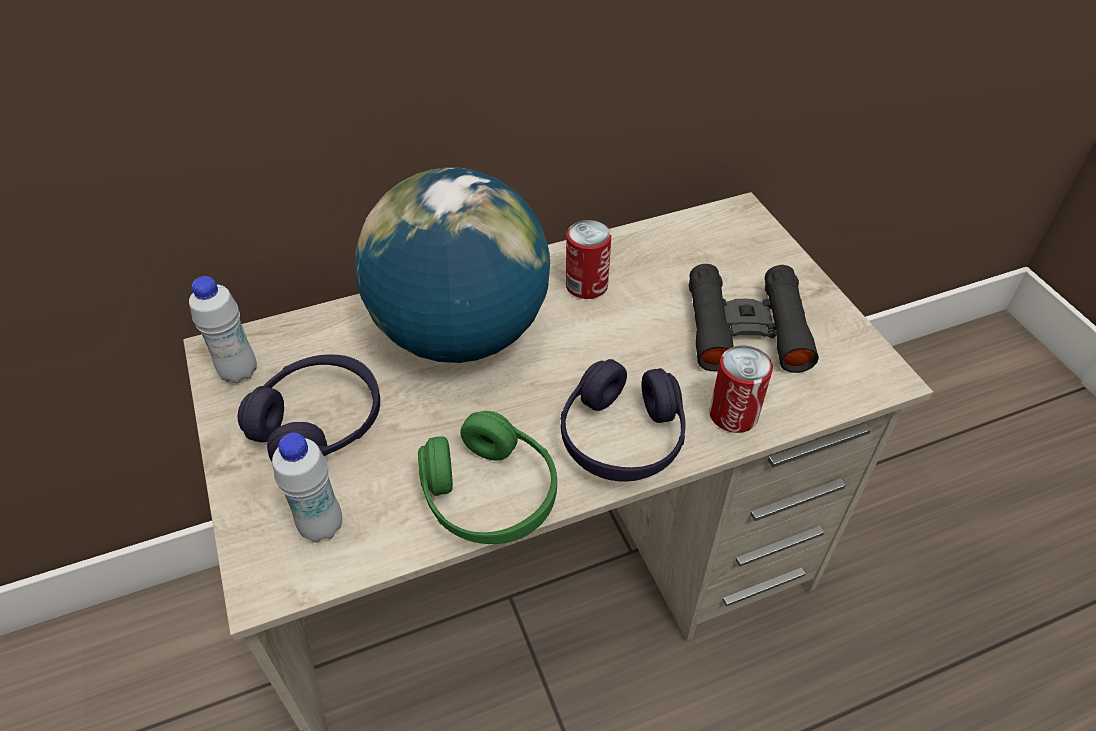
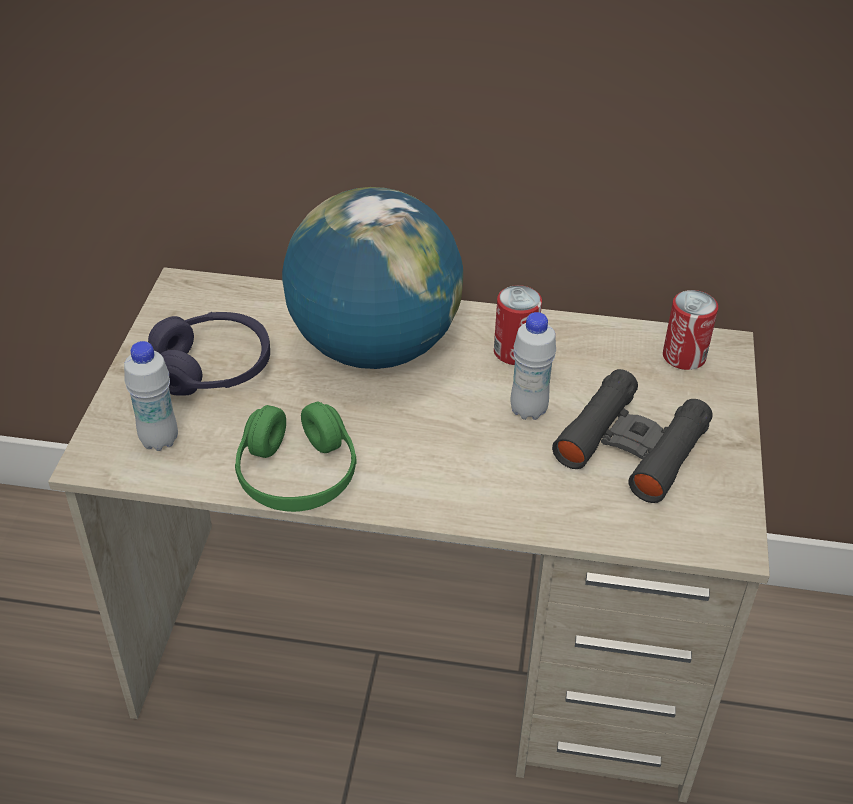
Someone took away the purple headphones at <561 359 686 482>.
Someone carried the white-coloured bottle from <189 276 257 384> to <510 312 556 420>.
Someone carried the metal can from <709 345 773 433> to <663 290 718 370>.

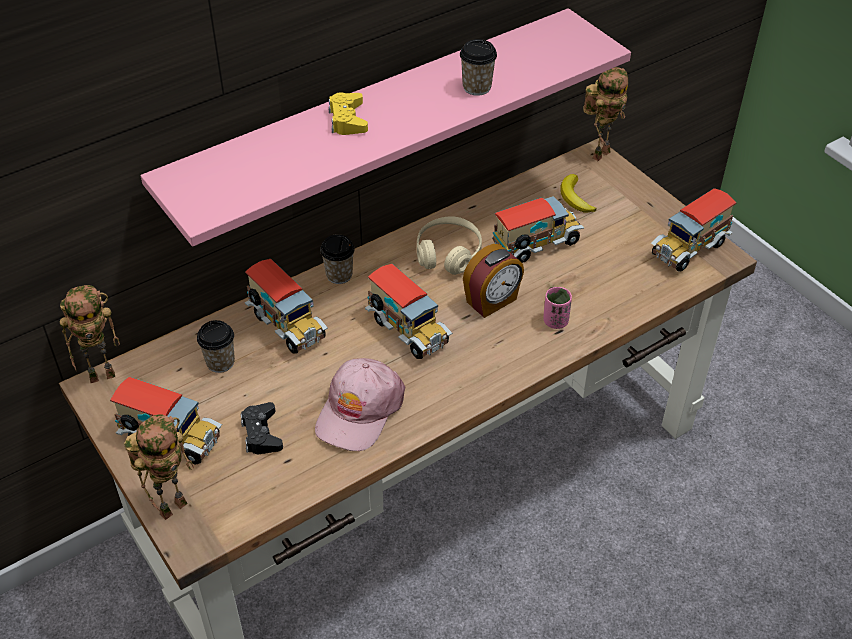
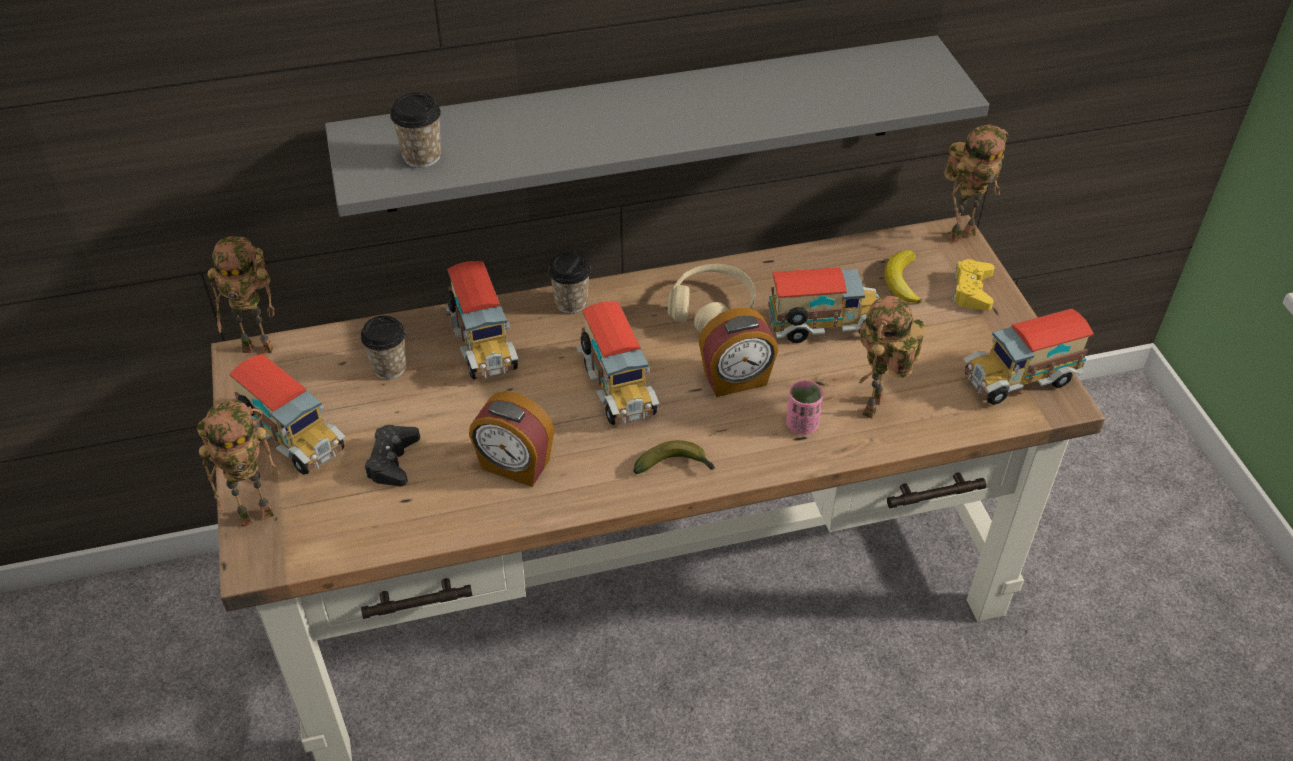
Someone put down the banana fruit at <633 440 715 474>.
Someone put down the model robot at <859 296 926 419>.
Someone carried the yellow-coloured joypad from <329 92 368 135> to <952 259 995 310>.
Someone carried the drinking cup from <460 39 497 96> to <390 93 441 168>.
Someone swapped the pink peaked cap at <315 358 406 451> for the table clock at <469 391 555 487>.
Someone repainted the pink shelf at <140 8 631 247>, which became the gray shelf at <325 35 989 217>.

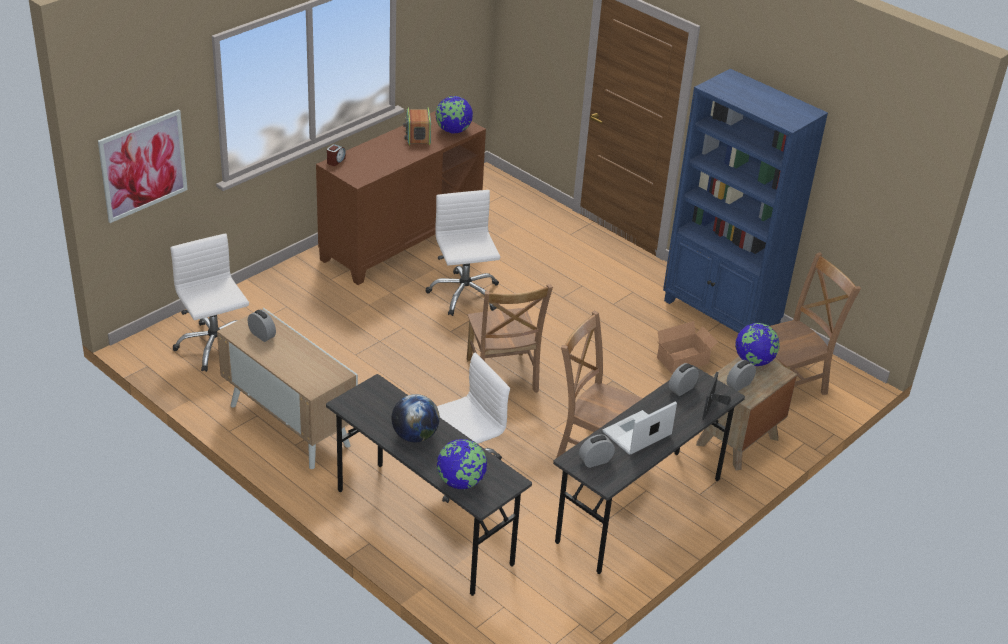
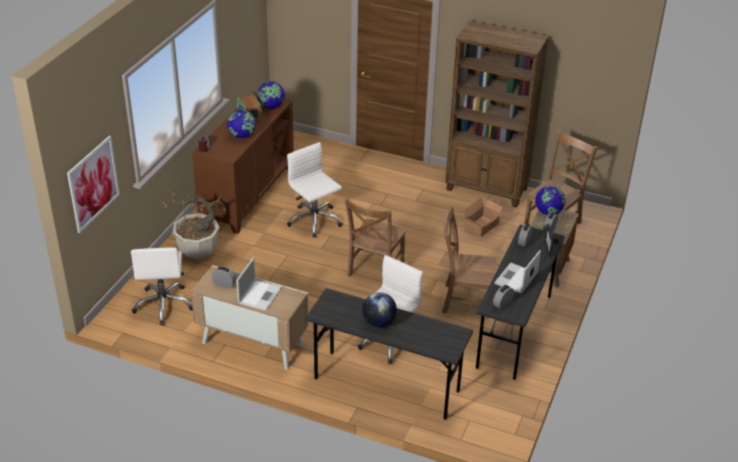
Someone put down the potted plant at <161 189 225 260>.
Someone put down the portable computer at <236 258 282 311>.
Someone carried the globe from <437 439 487 489> to <227 110 256 138>.
Someone repainted the blue bookshelf at <663 69 828 333>, which became the brownish bookshelf at <445 20 549 207>.
Someone rotated the white-coloured office chair at <170 233 249 372> by 135 degrees counterclockwise.
Someone rotated the brownish chair at <467 284 553 393> by 60 degrees clockwise.

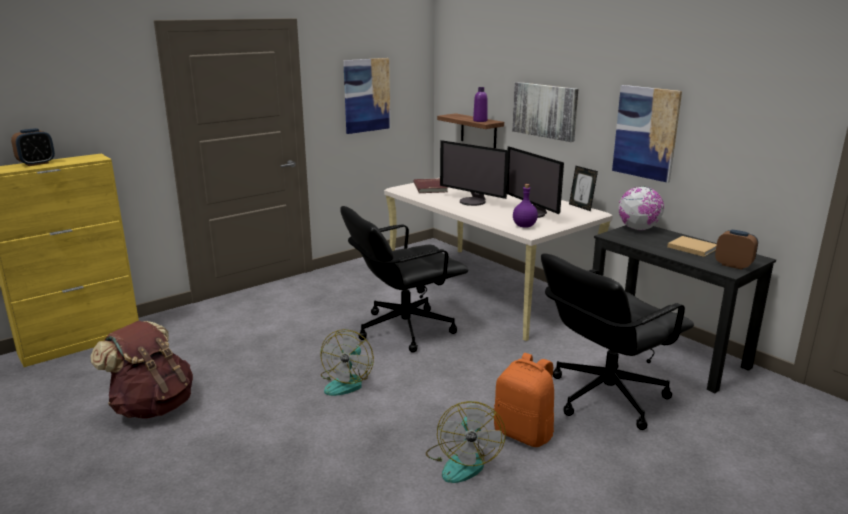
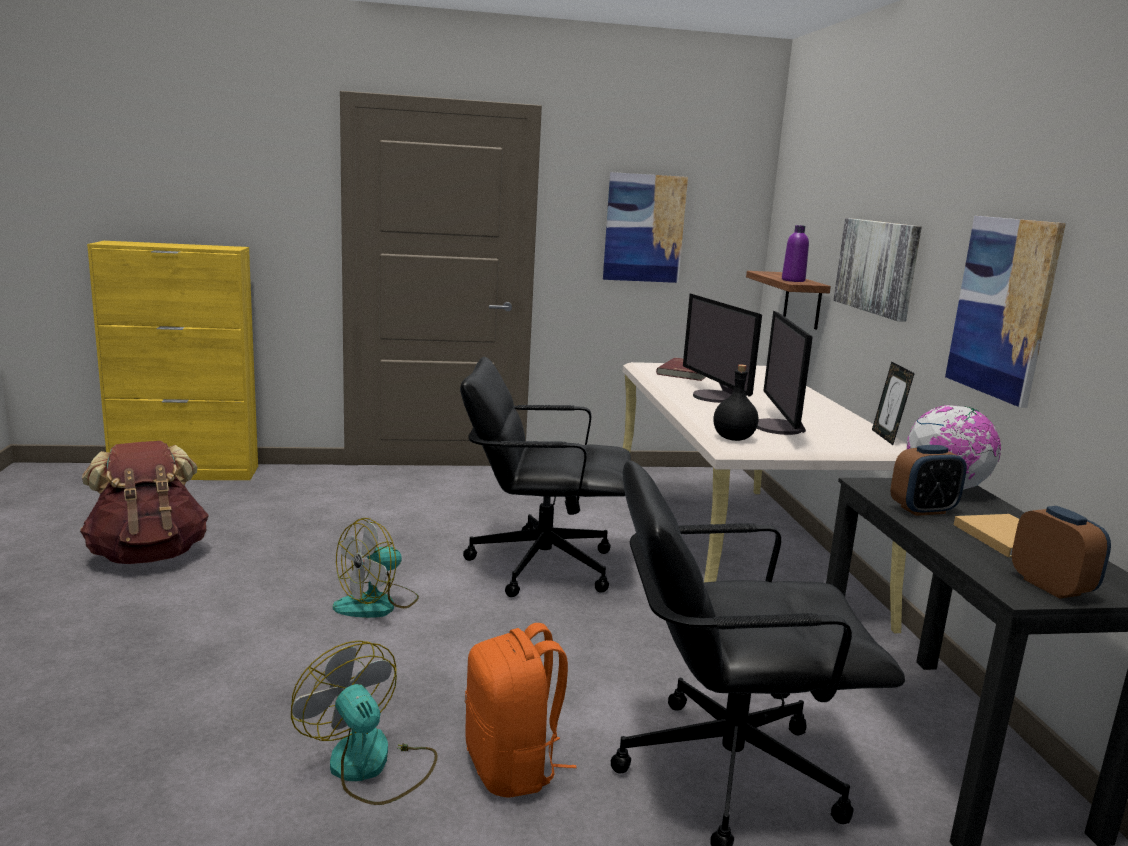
Someone carried the table clock from <11 128 55 166> to <890 445 967 516>.
Someone repainted the purple bottle at <513 184 538 228>, which became the black-coloured bottle at <714 364 758 441>.
Someone rotated the fan at <426 401 506 483> by 105 degrees clockwise.

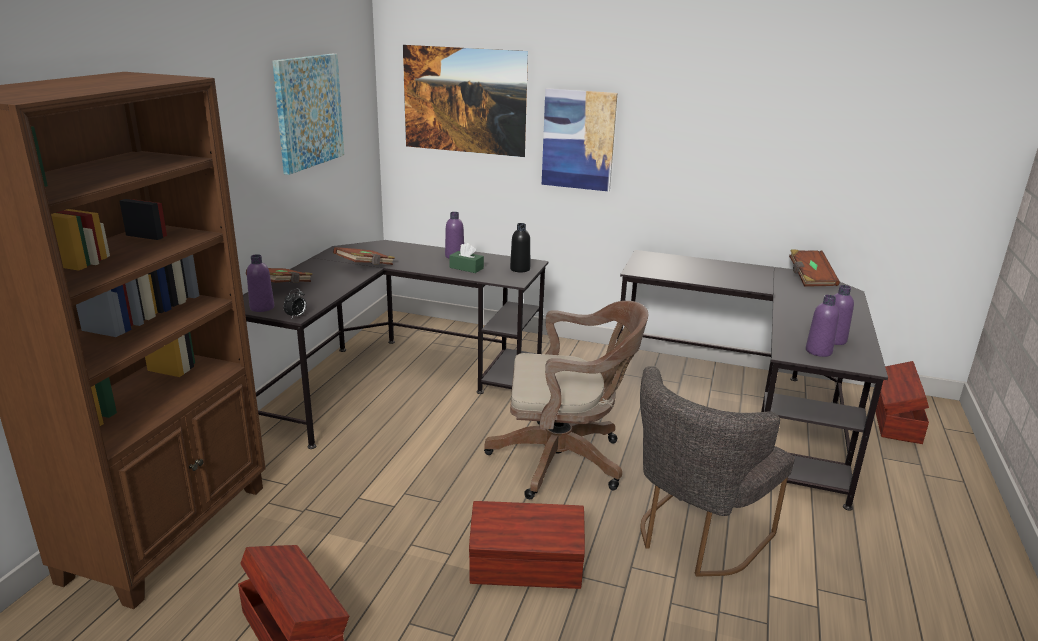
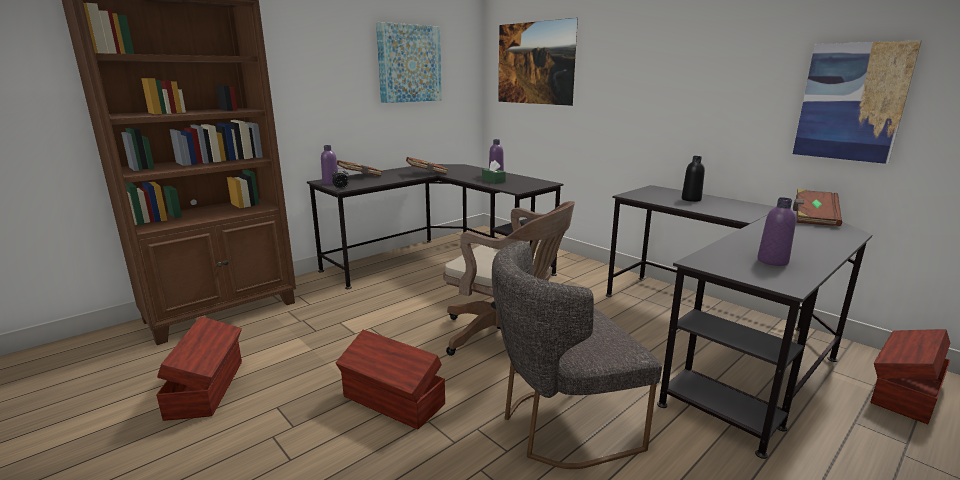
Someone took away the purple bottle at <806 295 839 357>.
Someone carried the black-coloured bottle from <510 223 530 272> to <682 156 705 202>.
Someone carried the wall picture from <542 88 617 192> to <793 40 922 164>.

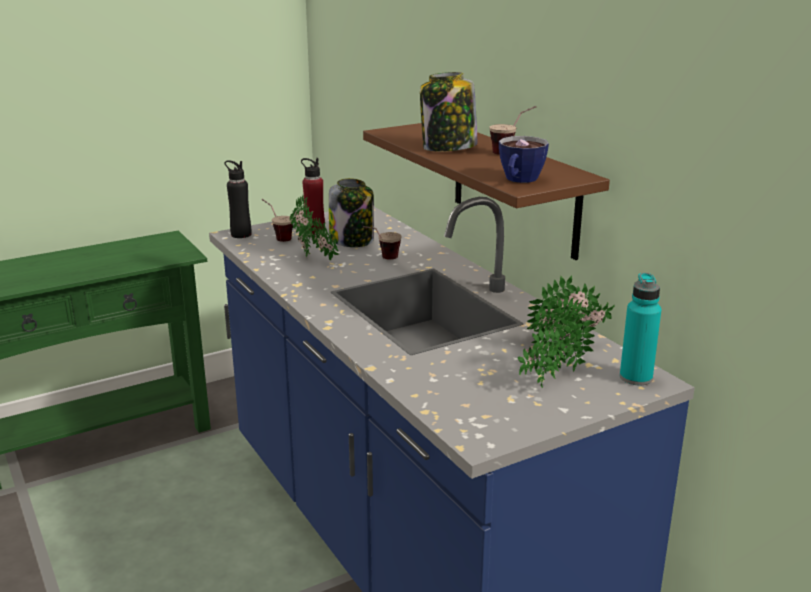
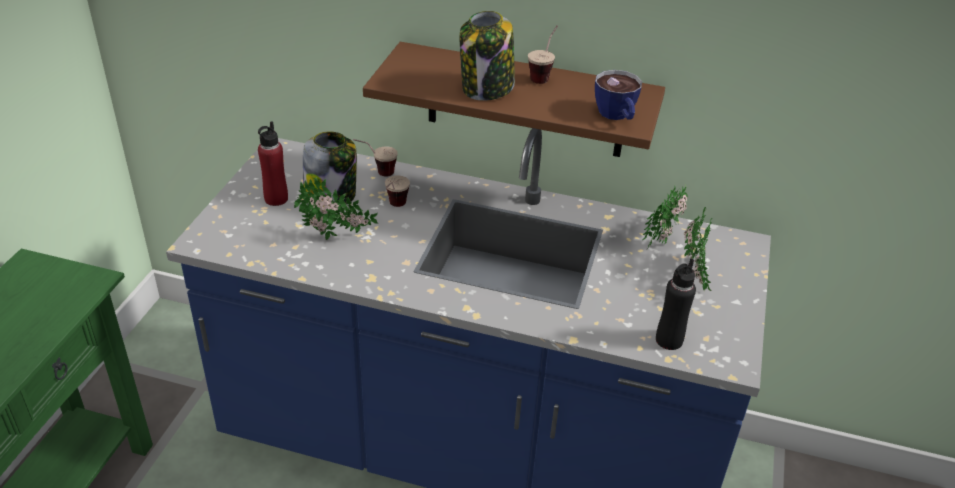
Someone took away the turquoise bottle at <620 273 662 386>.
Someone carried the black-coloured bottle from <224 160 251 238> to <656 259 696 350>.
Someone carried the drinking cup from <262 199 293 242> to <353 139 398 176>.

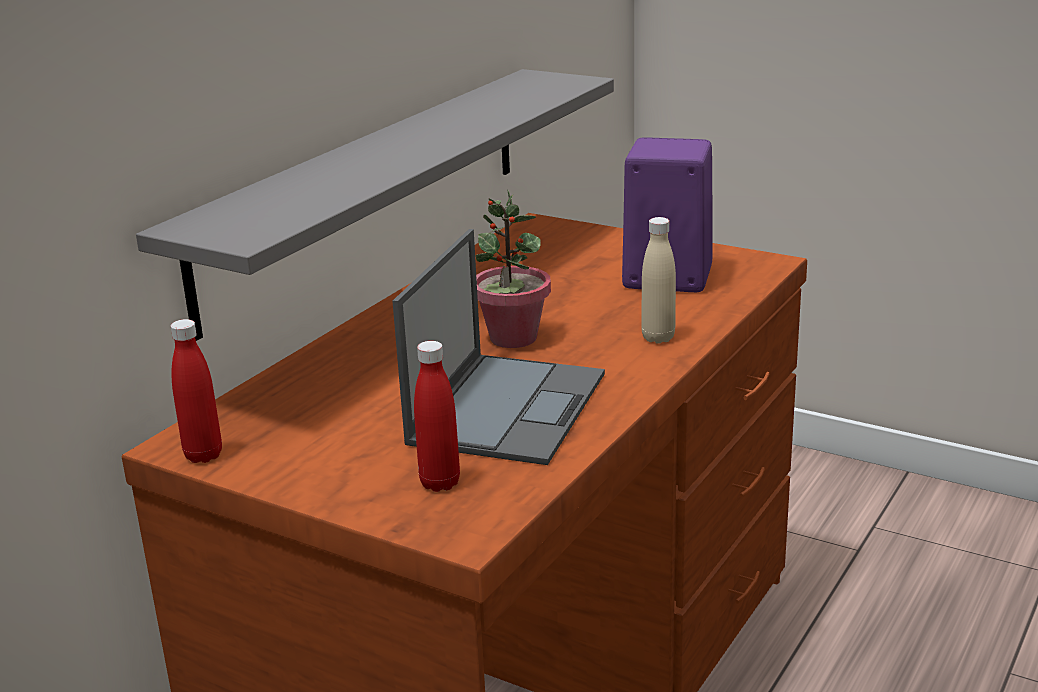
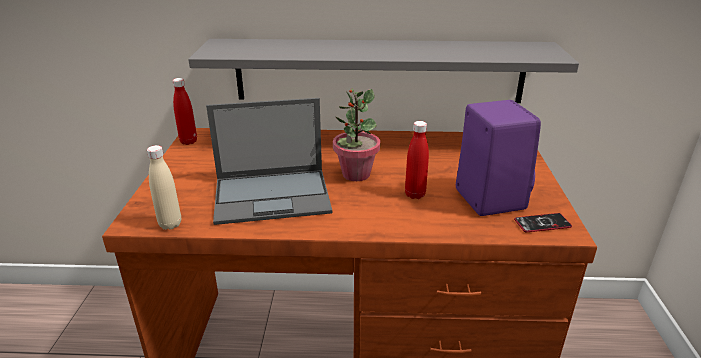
Someone put down the telephone at <514 213 572 232>.
Someone carried the reddish bottle from <414 341 460 492> to <405 121 429 199>.
Someone carried the beige-coloured bottle from <641 217 676 344> to <147 145 181 230>.

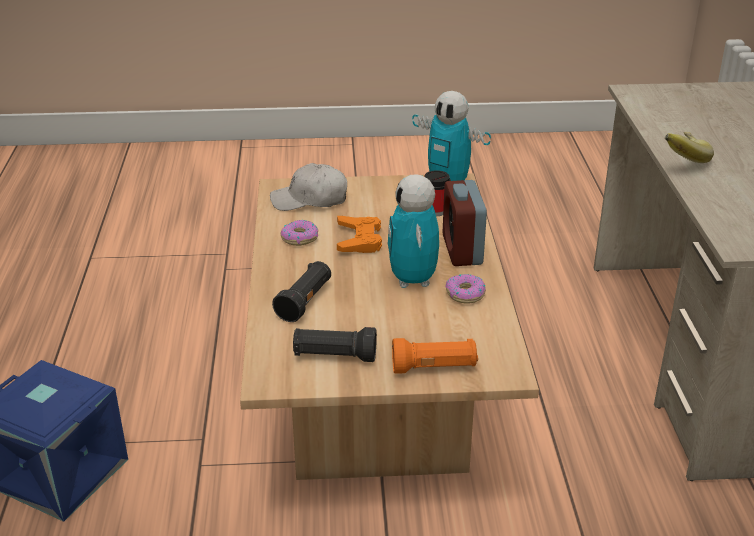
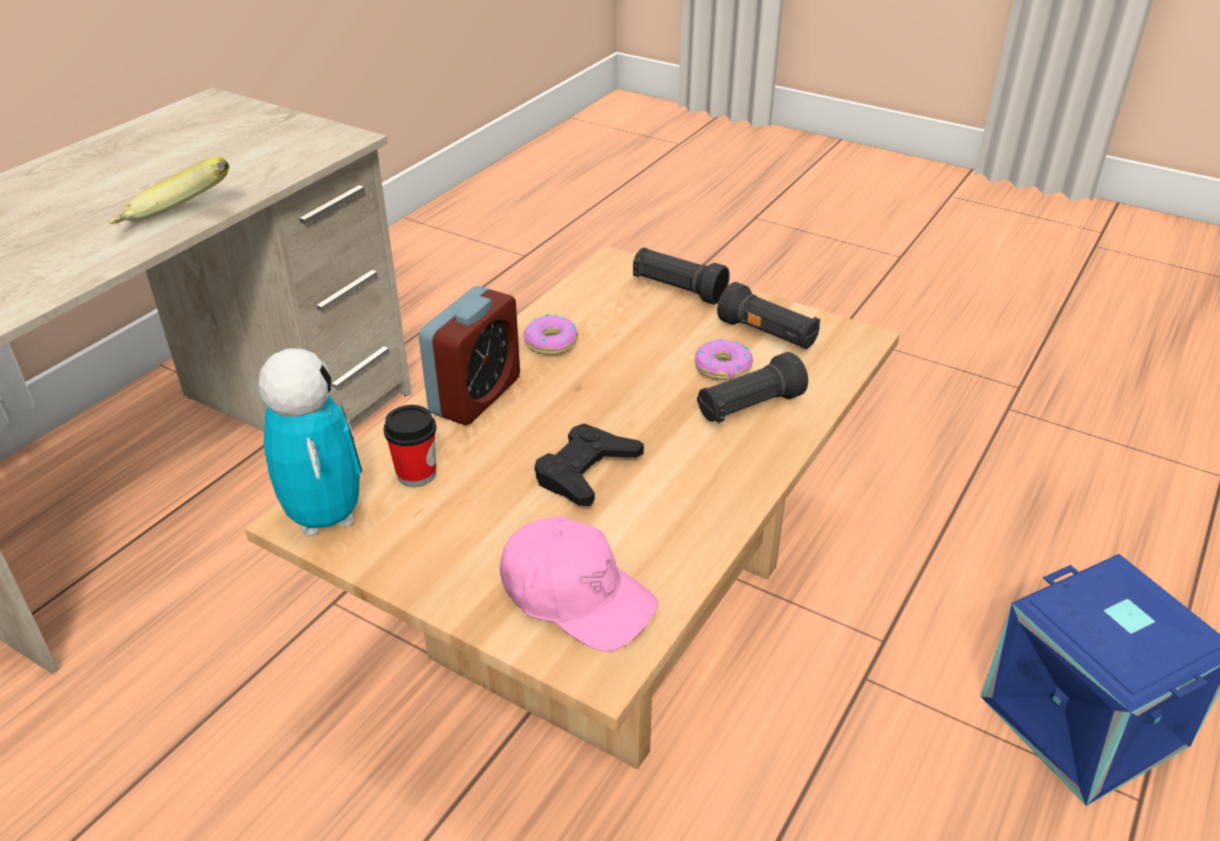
Someone took away the model robot at <388 174 439 288>.
Someone carried the doughnut from <281 220 318 246> to <695 339 753 380>.
Someone repainted the white-coloured peaked cap at <270 163 347 211>, which became the pink peaked cap at <500 517 658 652>.
Someone repainted the orangey joypad at <337 216 382 253>, which became the black-coloured joypad at <534 423 644 506>.
Someone repainted the orangey flashlight at <392 338 478 374>, which became the black-coloured flashlight at <633 247 730 305>.

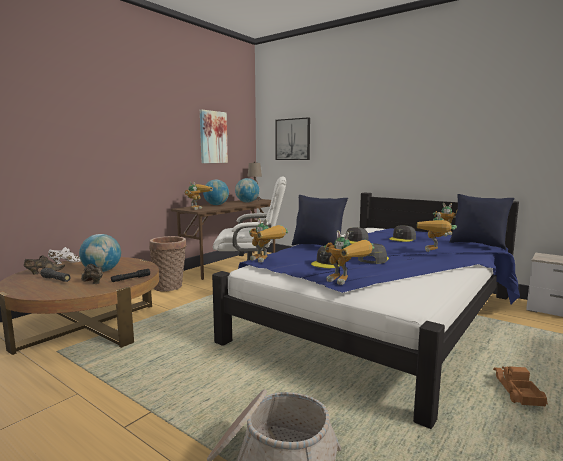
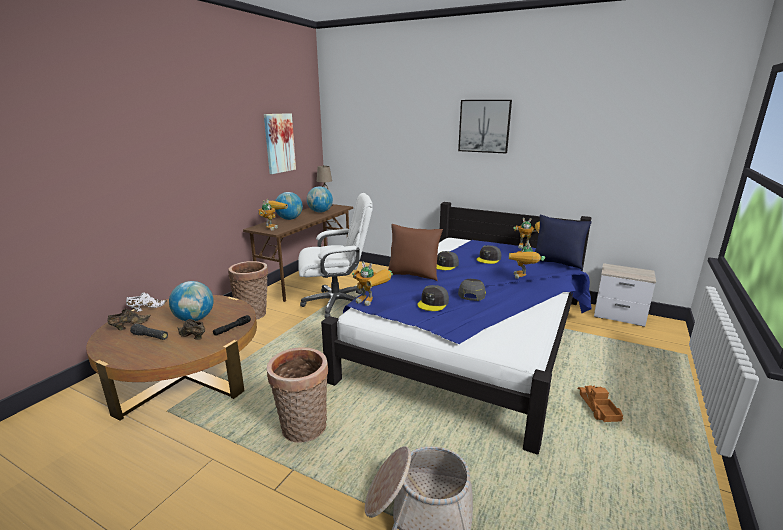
Someone took away the model robot at <324 230 374 285>.
Someone put down the basket at <267 347 328 443>.
Someone carried the wall picture from <275 117 310 160> to <458 100 512 154>.
Someone repainted the blue throw pillow at <292 195 348 246>, which became the brownish throw pillow at <388 224 443 281>.

